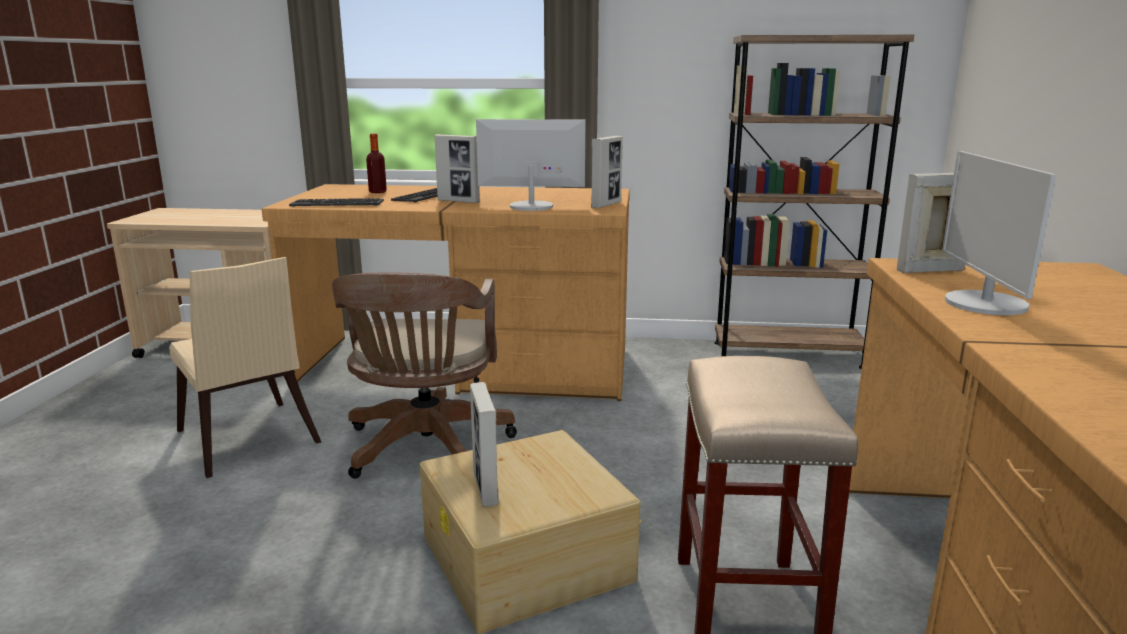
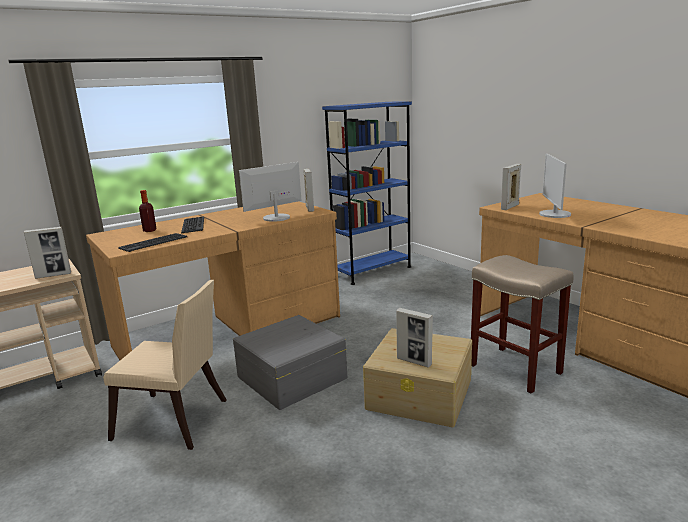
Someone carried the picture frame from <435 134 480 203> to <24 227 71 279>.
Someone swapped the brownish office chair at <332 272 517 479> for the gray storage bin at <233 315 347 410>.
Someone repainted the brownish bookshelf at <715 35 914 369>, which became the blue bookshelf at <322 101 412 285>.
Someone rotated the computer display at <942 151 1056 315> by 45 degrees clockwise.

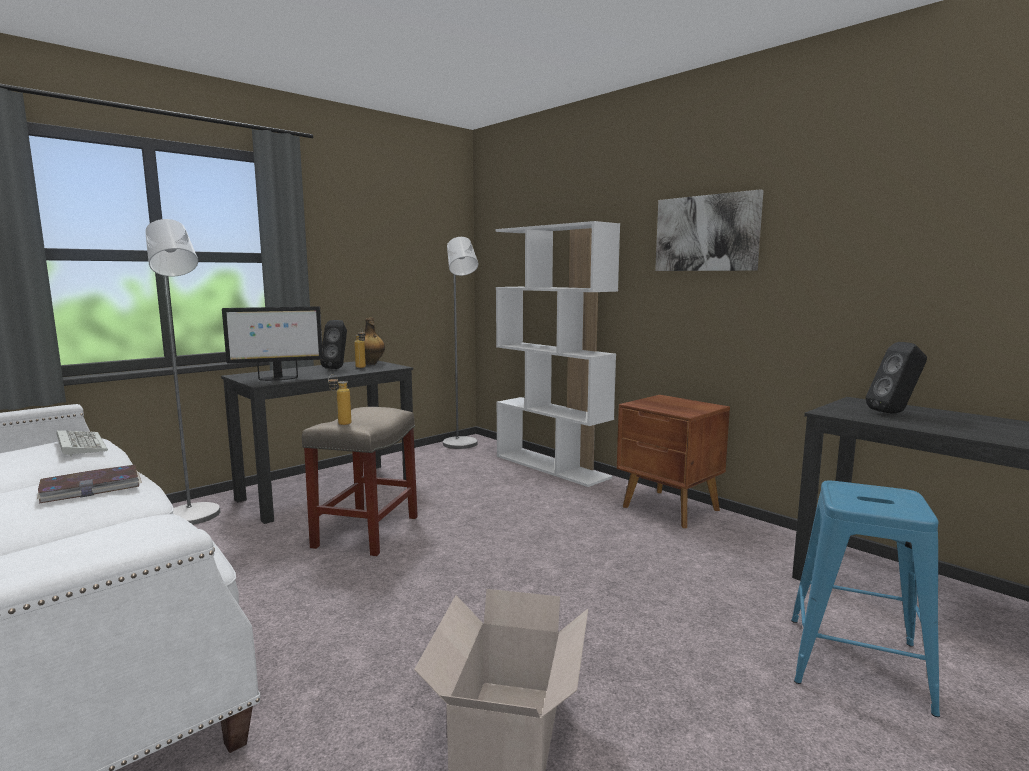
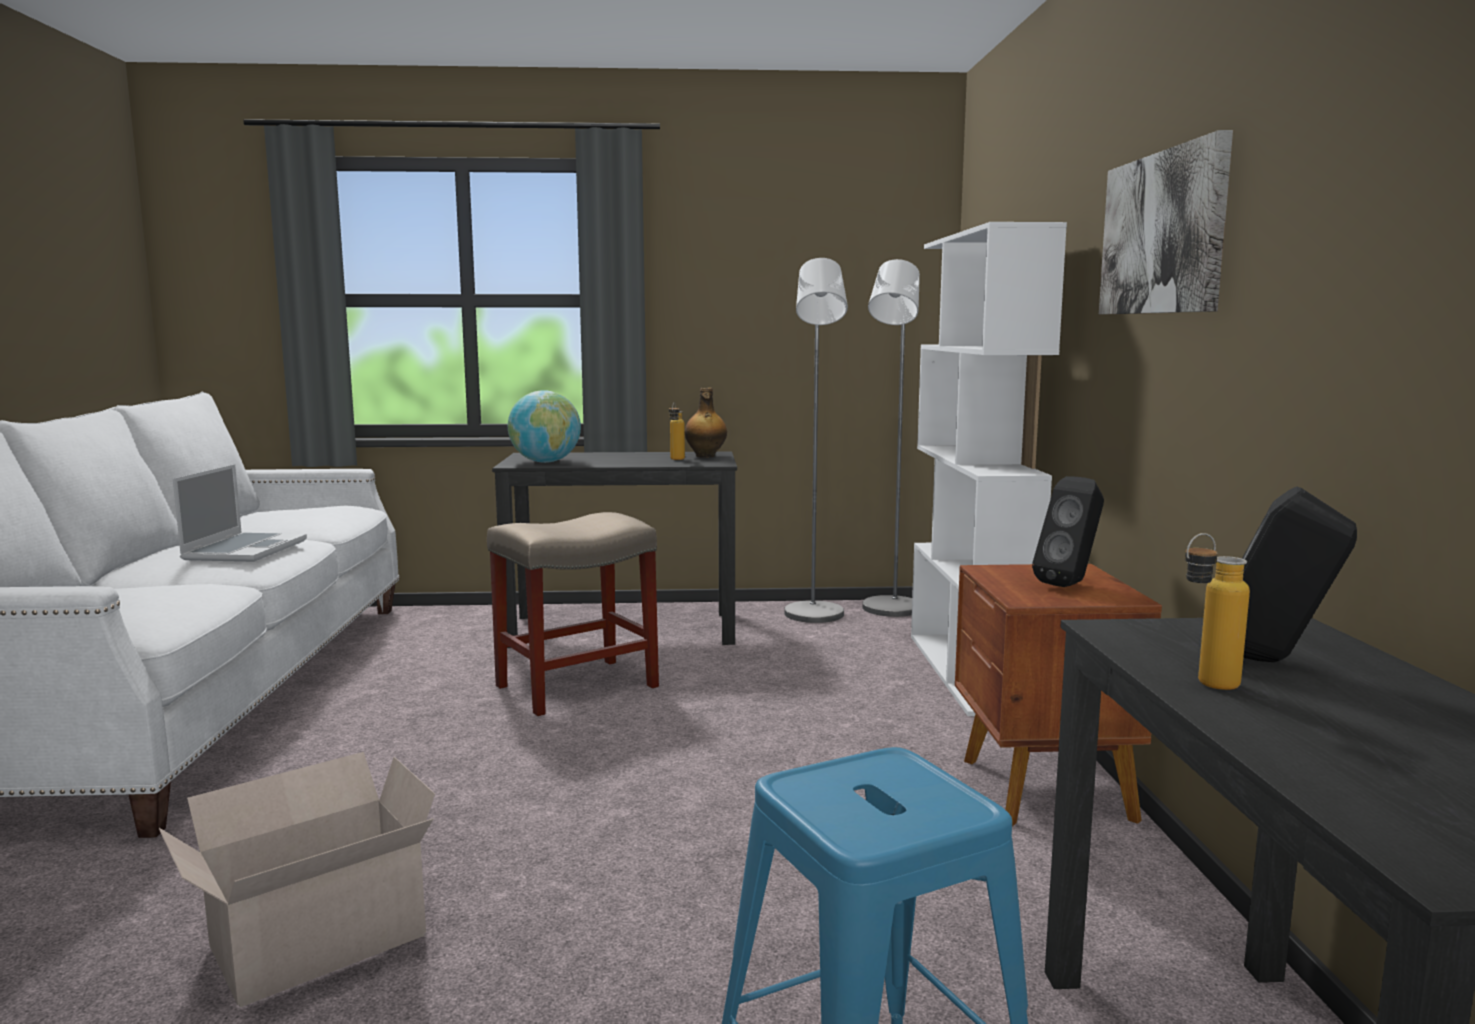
Someone took away the PC keyboard at <57 430 108 456>.
Someone carried the gray standard lamp from <145 219 220 525> to <784 258 848 623>.
Someone carried the black-coloured audio speaker from <320 320 347 369> to <1032 476 1104 587>.
Someone carried the bottle from <328 374 351 425> to <1185 533 1250 690>.
Someone swapped the book at <37 465 142 503> for the portable computer at <173 464 307 562>.
Someone swapped the computer display at <222 306 323 381> for the globe at <508 390 581 463>.

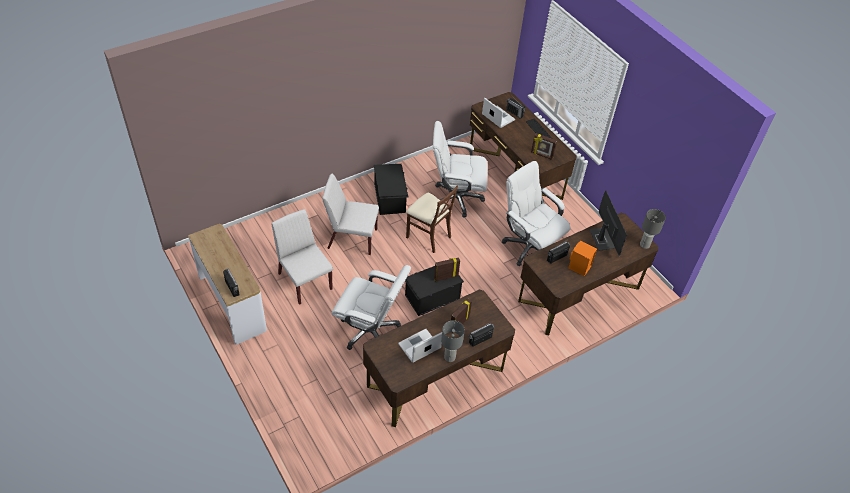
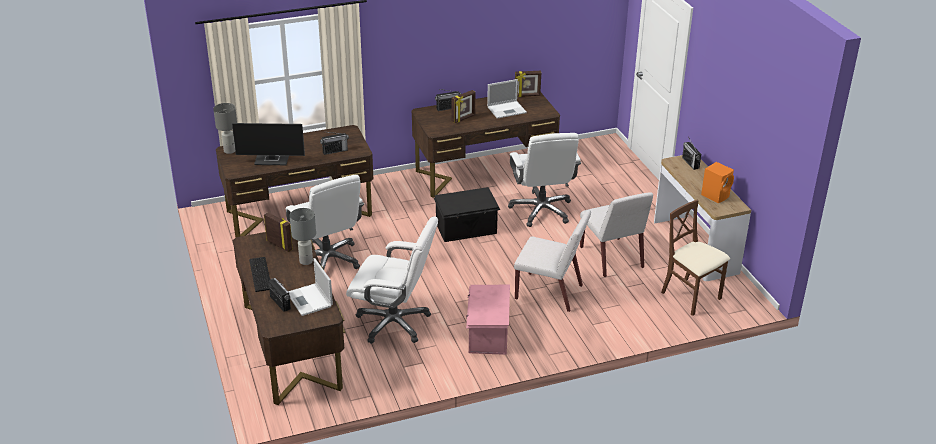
Someone carried the brownish chair from <406 186 458 253> to <661 200 730 316>.
Someone carried the picture frame from <434 257 460 281> to <515 71 541 97>.
Someone carried the gray table lamp from <441 320 465 362> to <290 208 316 265>.
Someone carried the orangey audio speaker from <568 241 597 276> to <701 162 734 203>.
Someone repainted the black-coloured storage bin at <374 164 409 215>, which became the pink storage bin at <466 285 510 355>.
Someone rotated the white-coloured office chair at <332 265 411 350> by 135 degrees counterclockwise.
Someone rotated the computer display at <590 190 627 256> by 90 degrees counterclockwise.

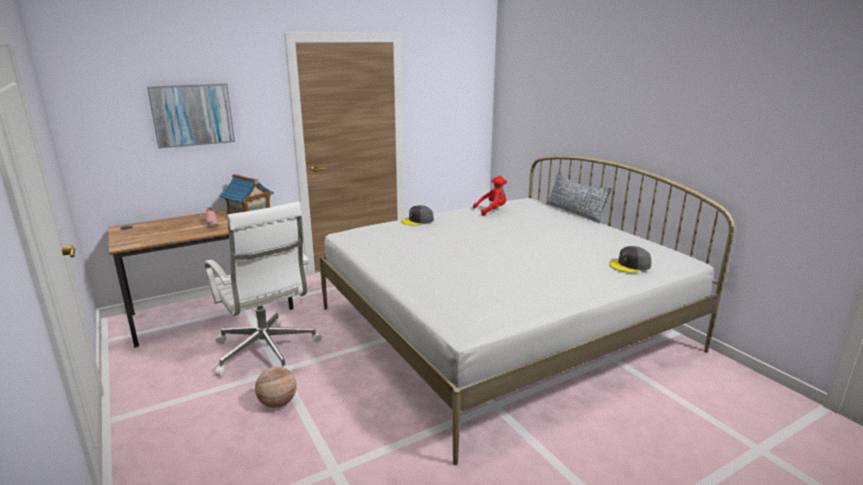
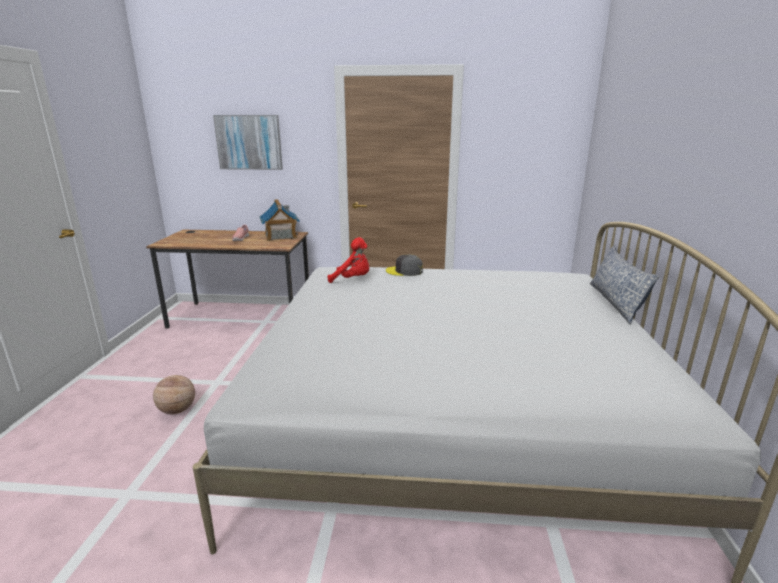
Someone took away the white-coloured office chair at <205 202 322 377>.
Someone took away the gray peaked cap at <609 246 652 273>.
Someone carried the reddish soft toy from <473 176 507 216> to <328 237 369 283>.

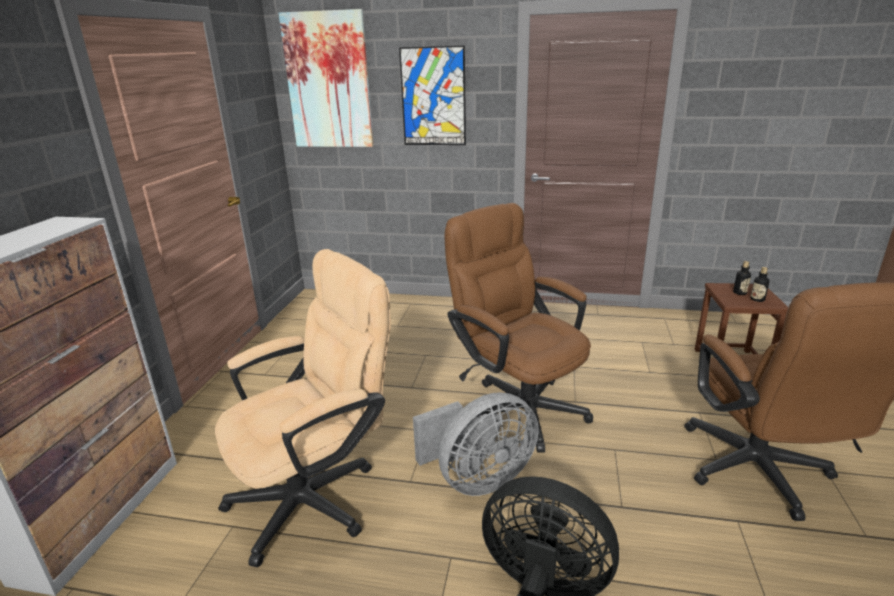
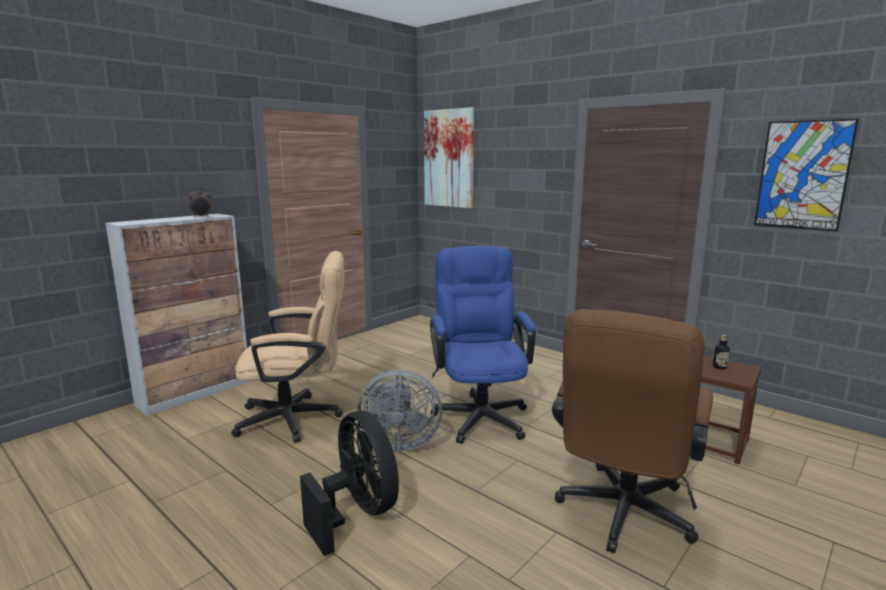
Someone took away the bottle at <751 267 769 302>.
Someone put down the table clock at <188 188 212 218>.
Someone carried the wall picture from <399 46 466 145> to <754 119 859 232>.
Someone repainted the brownish office chair at <445 203 593 453>, which became the blue office chair at <430 246 536 444>.

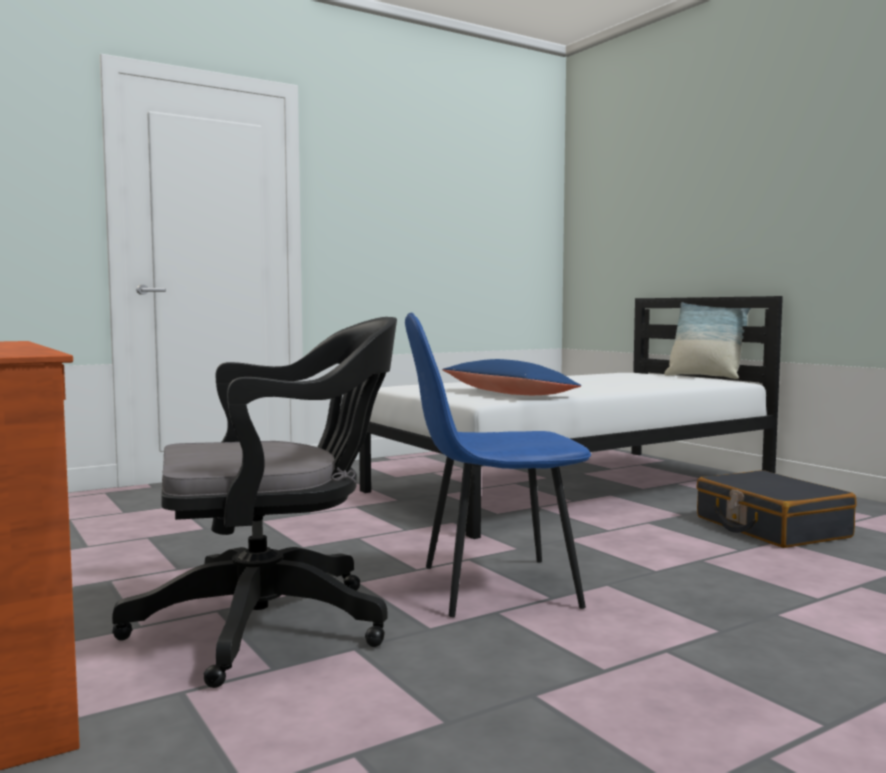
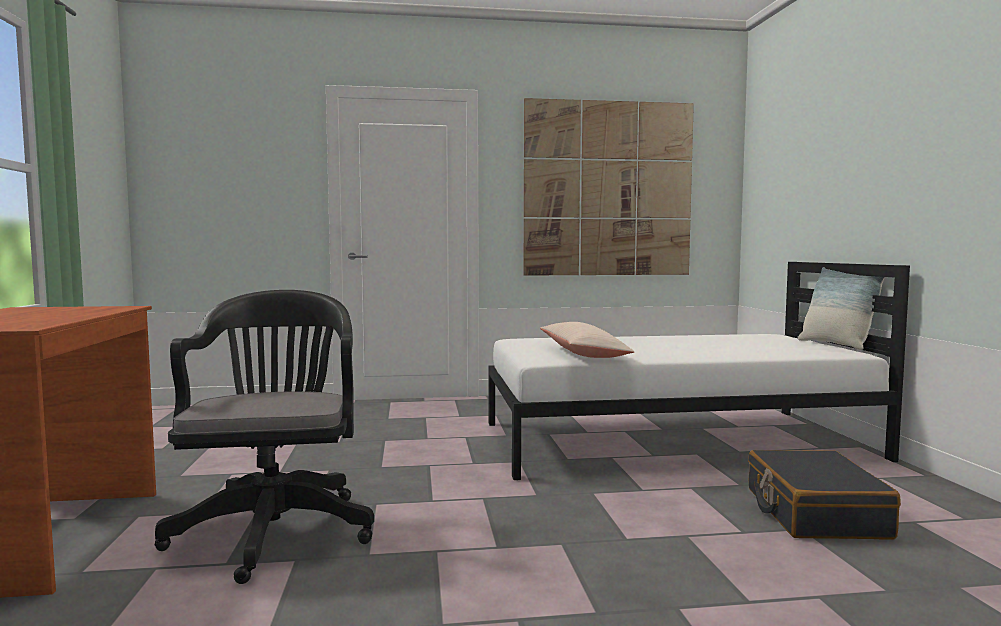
Someone took away the blue chair at <405 313 591 617>.
Someone put up the wall picture at <524 98 694 276>.
Someone repainted the blue throw pillow at <442 359 581 395>, which became the beige-coloured throw pillow at <540 322 635 358>.
Someone rotated the black-coloured office chair at <112 317 397 688> by 105 degrees counterclockwise.

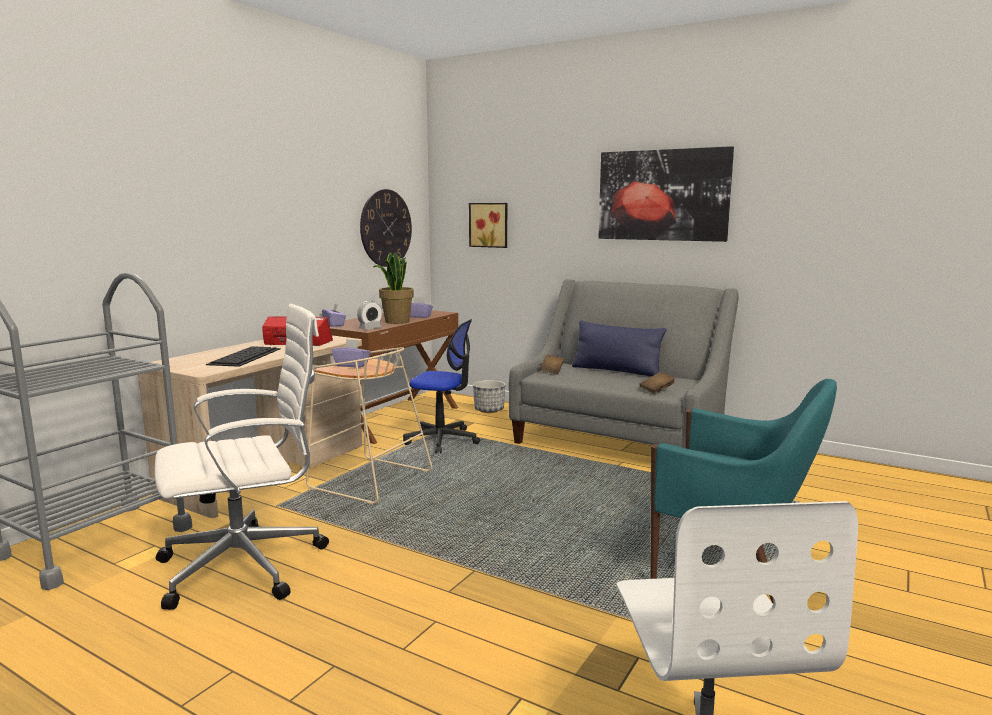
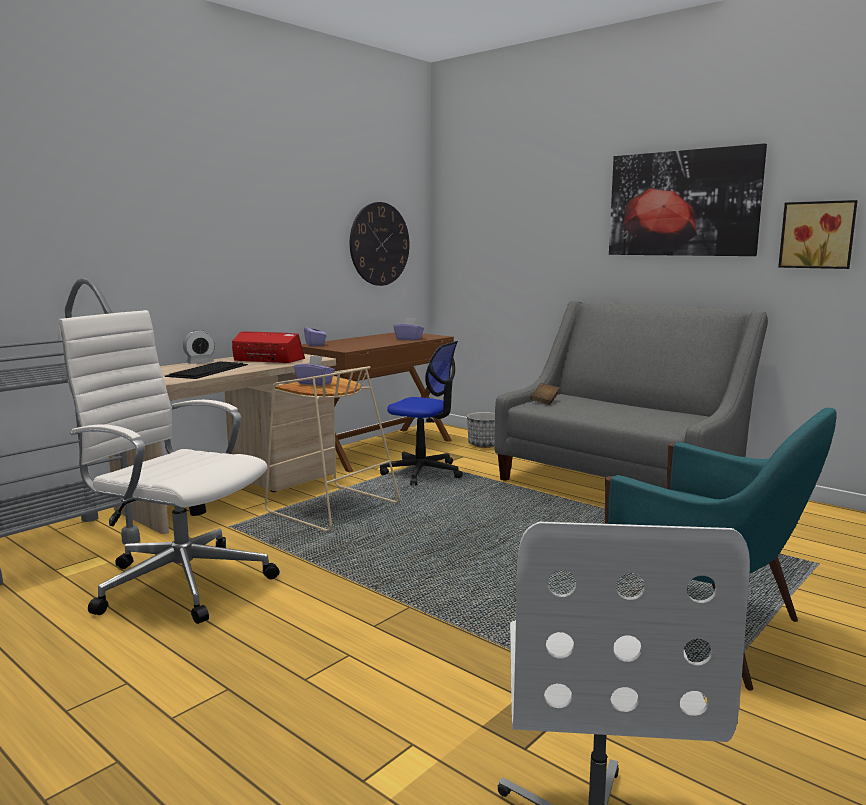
Someone took away the potted plant at <374 253 414 324>.
Someone took away the blue throw pillow at <572 320 666 377>.
Someone took away the brownish book at <639 372 675 394>.
Someone carried the table clock from <357 301 382 330> to <183 330 215 364>.
Someone carried the wall picture from <469 203 507 248> to <778 200 858 269>.
Someone rotated the white-coloured office chair at <155 304 329 610> by 135 degrees counterclockwise.

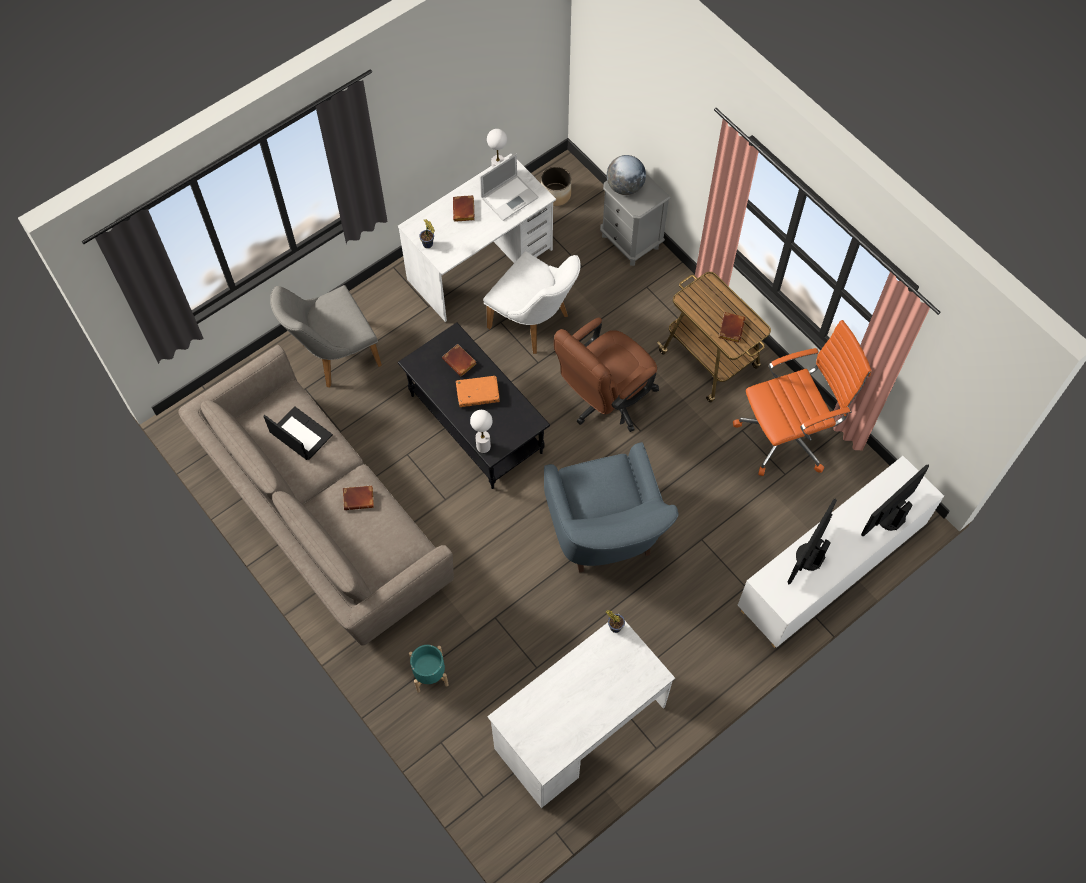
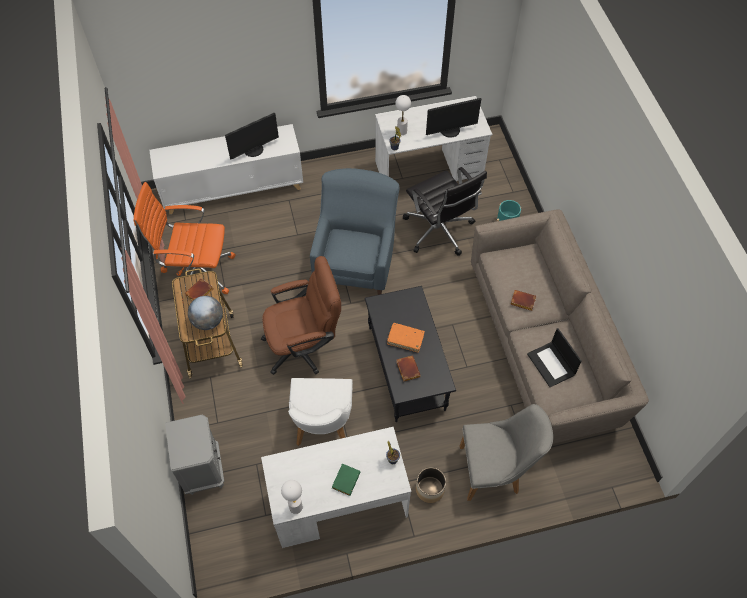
Someone took away the portable computer at <480 153 539 221>.
Someone put down the black-coloured office chair at <403 167 487 256>.
Someone carried the white-coloured table lamp from <470 410 492 453> to <395 95 411 135>.
Someone carried the planter from <541 166 571 206> to <416 467 446 503>.
Someone carried the globe from <607 155 646 195> to <188 296 223 330>.
Someone carried the computer display from <861 464 929 536> to <426 98 481 138>.
Someone repainted the brownish book at <453 195 475 222>, which became the green book at <332 464 360 496>.
Someone rotated the white-coloured chair at <483 251 581 354> by 150 degrees counterclockwise.

